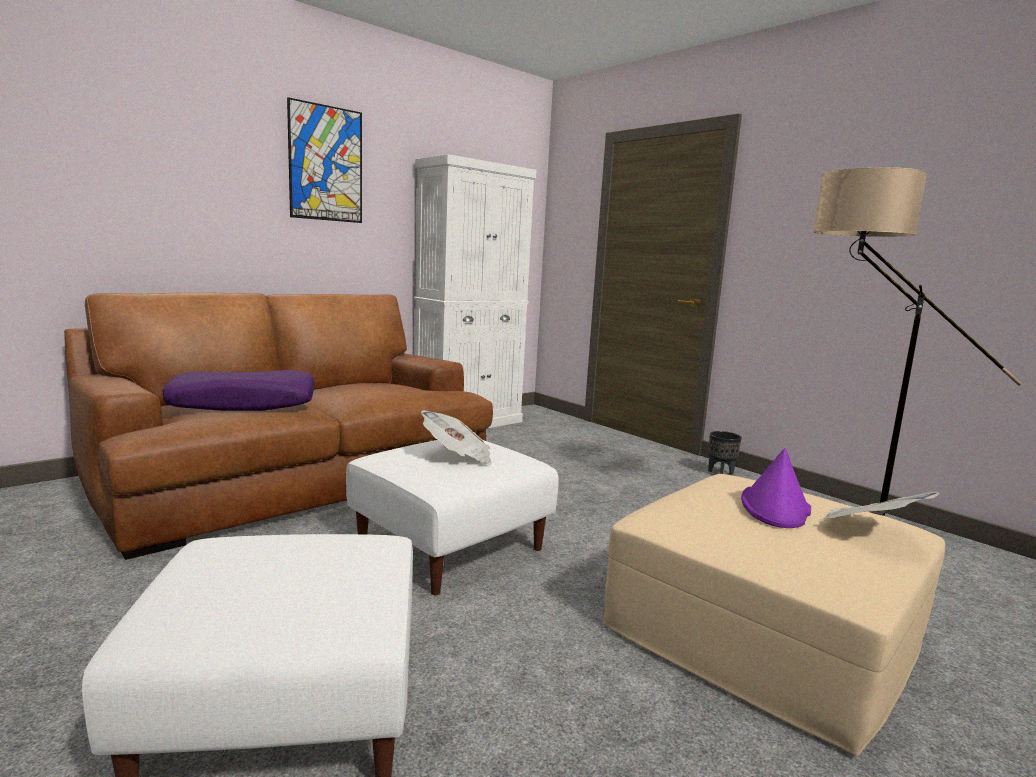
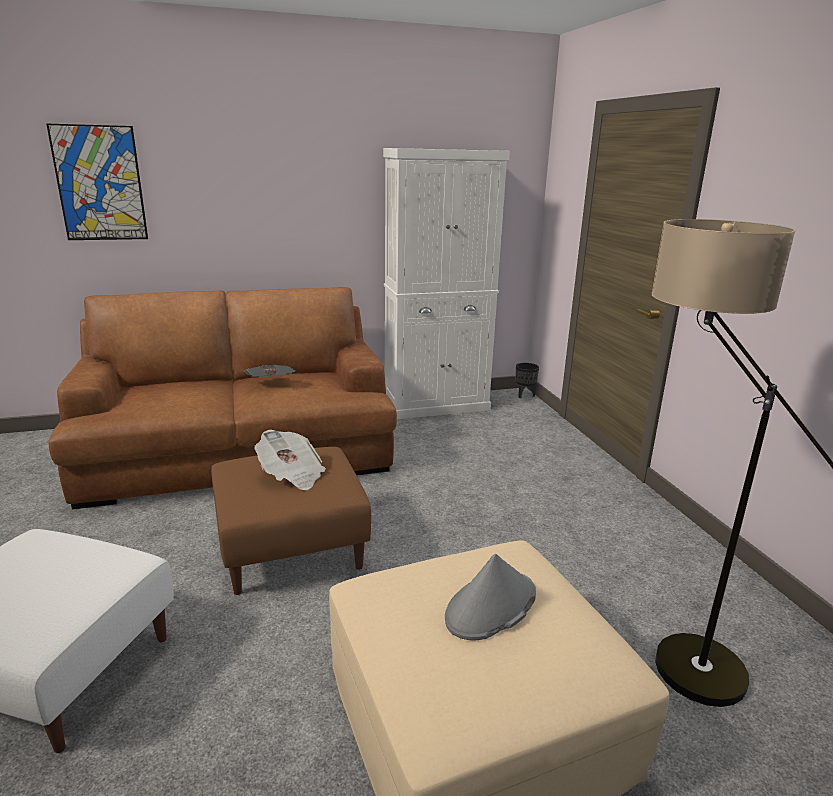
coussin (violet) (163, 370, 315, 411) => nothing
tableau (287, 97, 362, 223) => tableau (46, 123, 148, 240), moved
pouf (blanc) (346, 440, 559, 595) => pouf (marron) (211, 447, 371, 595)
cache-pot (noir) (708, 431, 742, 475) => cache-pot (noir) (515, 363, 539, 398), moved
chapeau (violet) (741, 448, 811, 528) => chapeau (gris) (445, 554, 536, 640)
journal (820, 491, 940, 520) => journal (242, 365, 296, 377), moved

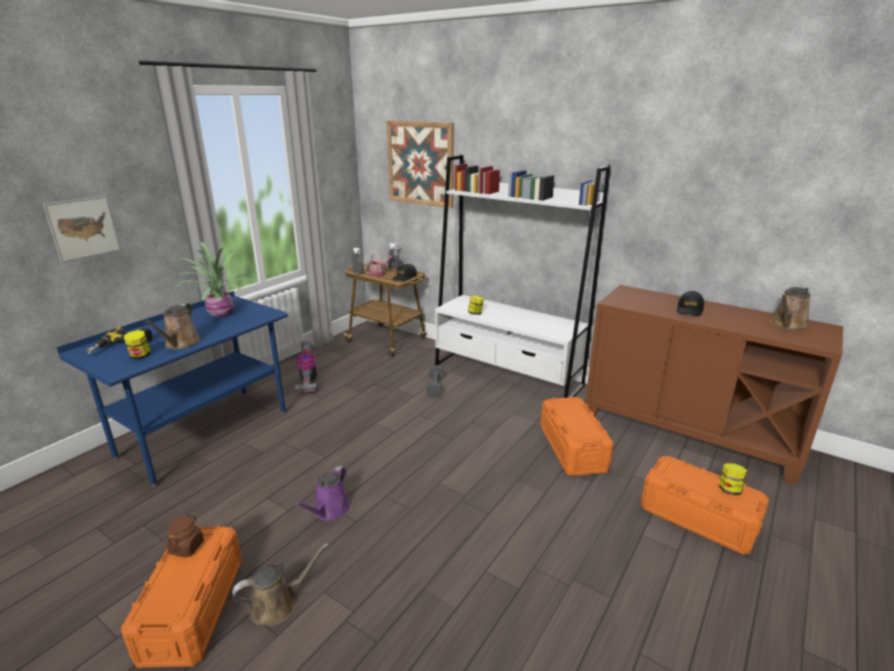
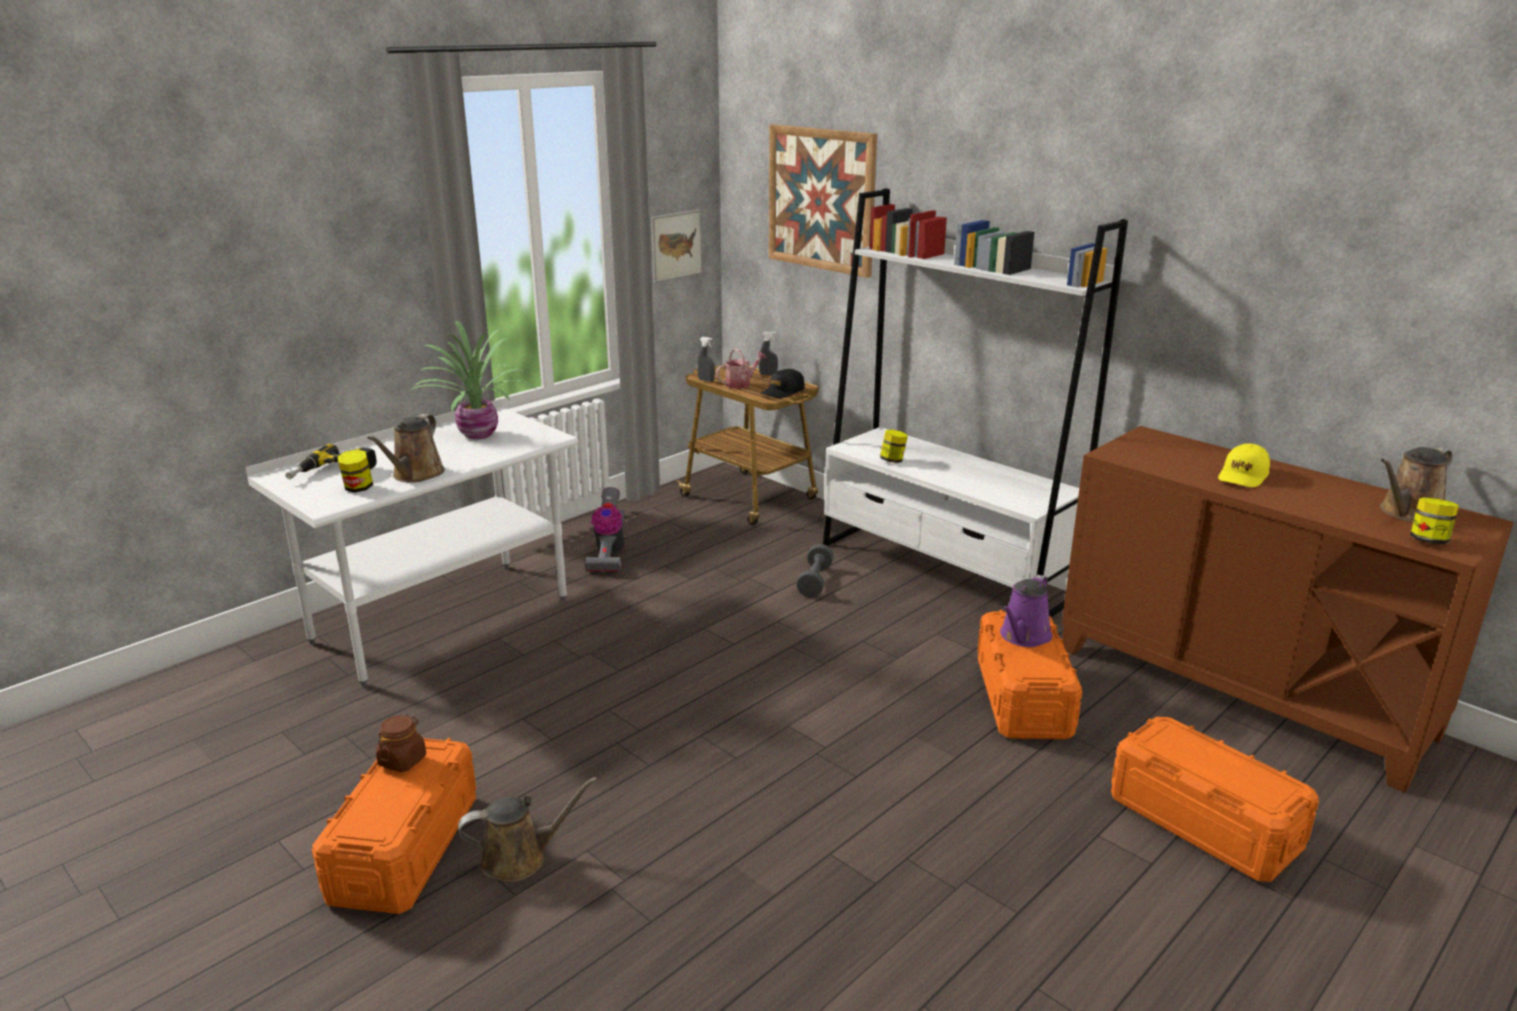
tableau (43, 195, 120, 262) => tableau (651, 210, 703, 283), moved
bureau (bleu) (56, 291, 288, 487) => bureau (blanc) (245, 399, 579, 687)
arrosoir (violet) (294, 466, 350, 521) => arrosoir (violet) (1000, 574, 1053, 647), moved
casquette (noir) (677, 291, 704, 316) => casquette (jaune) (1218, 444, 1270, 487)
bocal (719, 463, 747, 495) => bocal (1410, 497, 1459, 544), moved

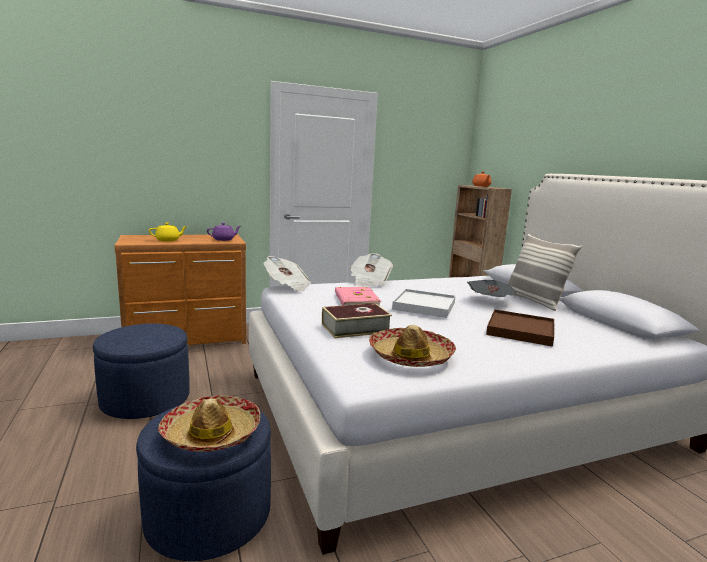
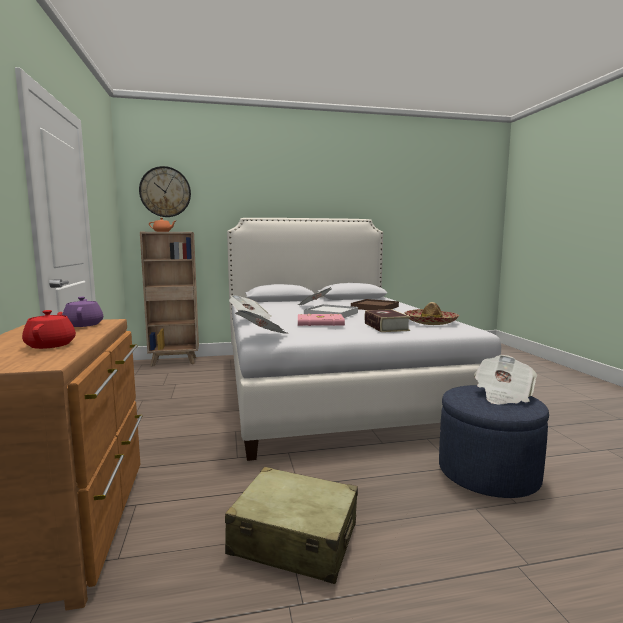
pouf (bleu) (93, 324, 190, 419) => valise (beige) (225, 467, 358, 584)
théière (jaune) (149, 223, 188, 241) => théière (rouge) (22, 310, 76, 349)
chapeau (158, 395, 260, 452) => journal (474, 355, 537, 405)
coussin (508, 234, 582, 311) => nothing
nothing => horloge murale (139, 166, 191, 217)

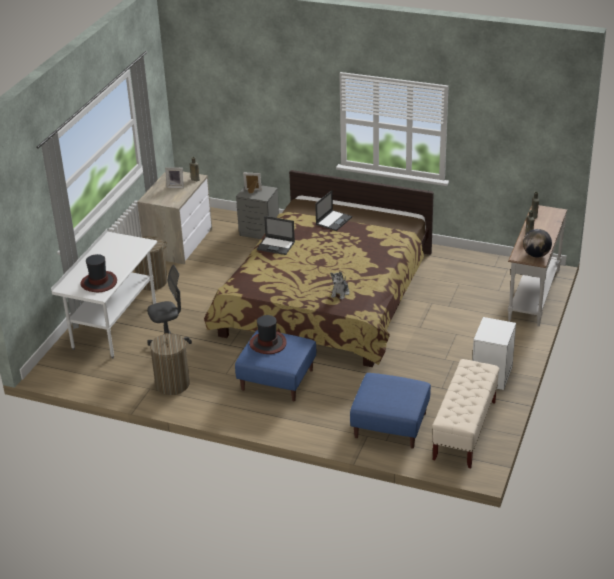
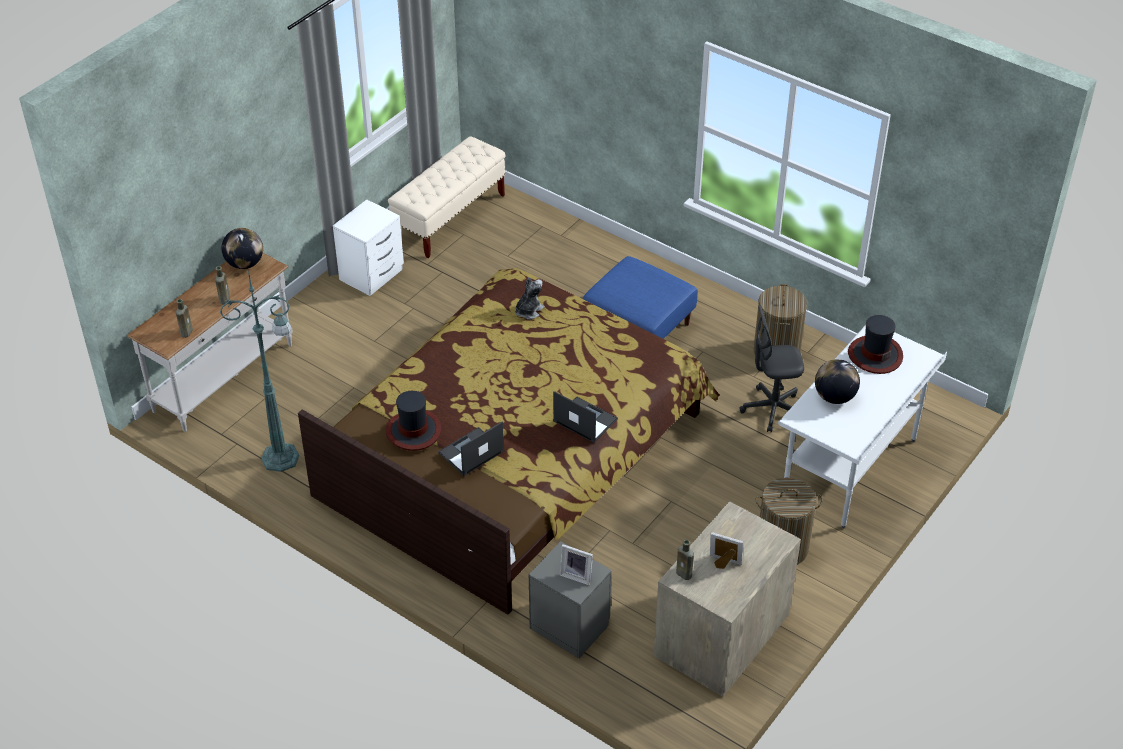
chapeau (249, 315, 287, 354) => chapeau (385, 391, 442, 451), moved
pouf (bleu) (350, 373, 431, 449) => nothing
nothing => lampadaire (vert) (220, 270, 299, 472)
nothing => globe (815, 359, 860, 404)

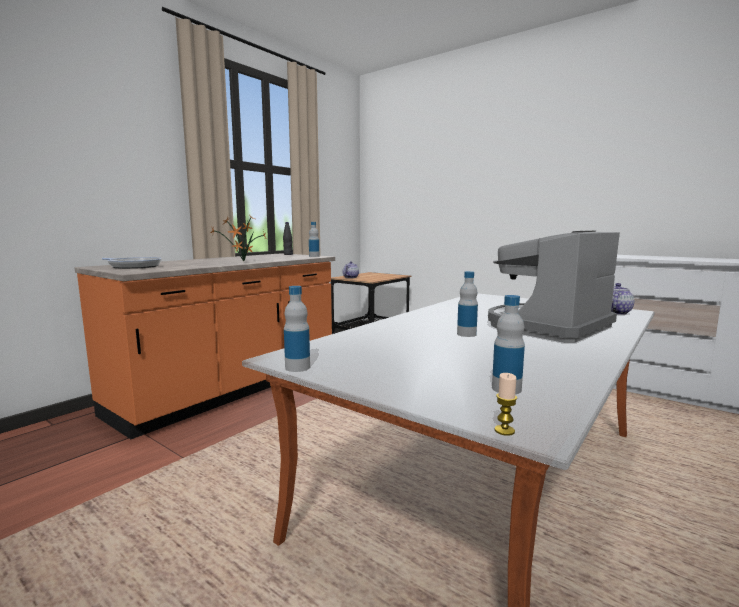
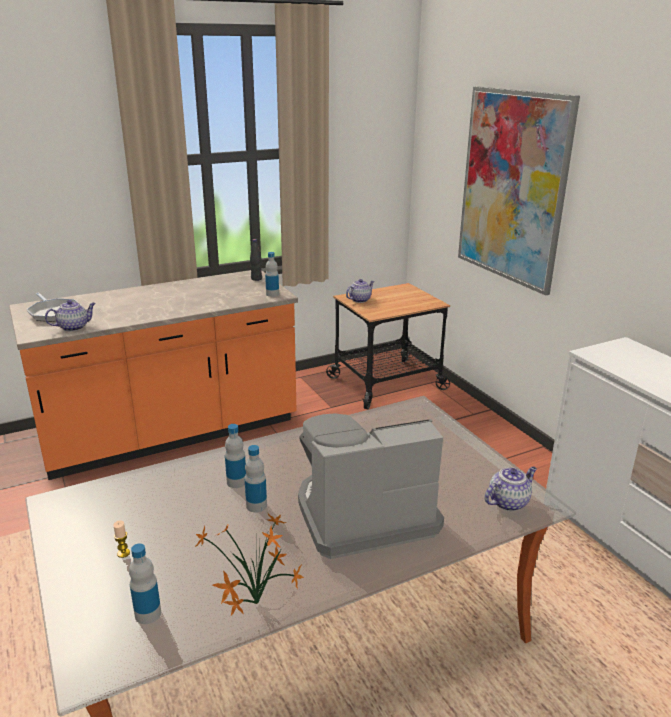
plante en pot (211, 216, 267, 261) => plante en pot (195, 512, 304, 615), moved
bouteille (284, 286, 310, 372) => bouteille (225, 424, 246, 488), moved
bougie (494, 373, 517, 436) => bougie (113, 520, 130, 558), moved
nothing => théière (45, 300, 96, 331)
nothing => tableau (458, 86, 580, 295)

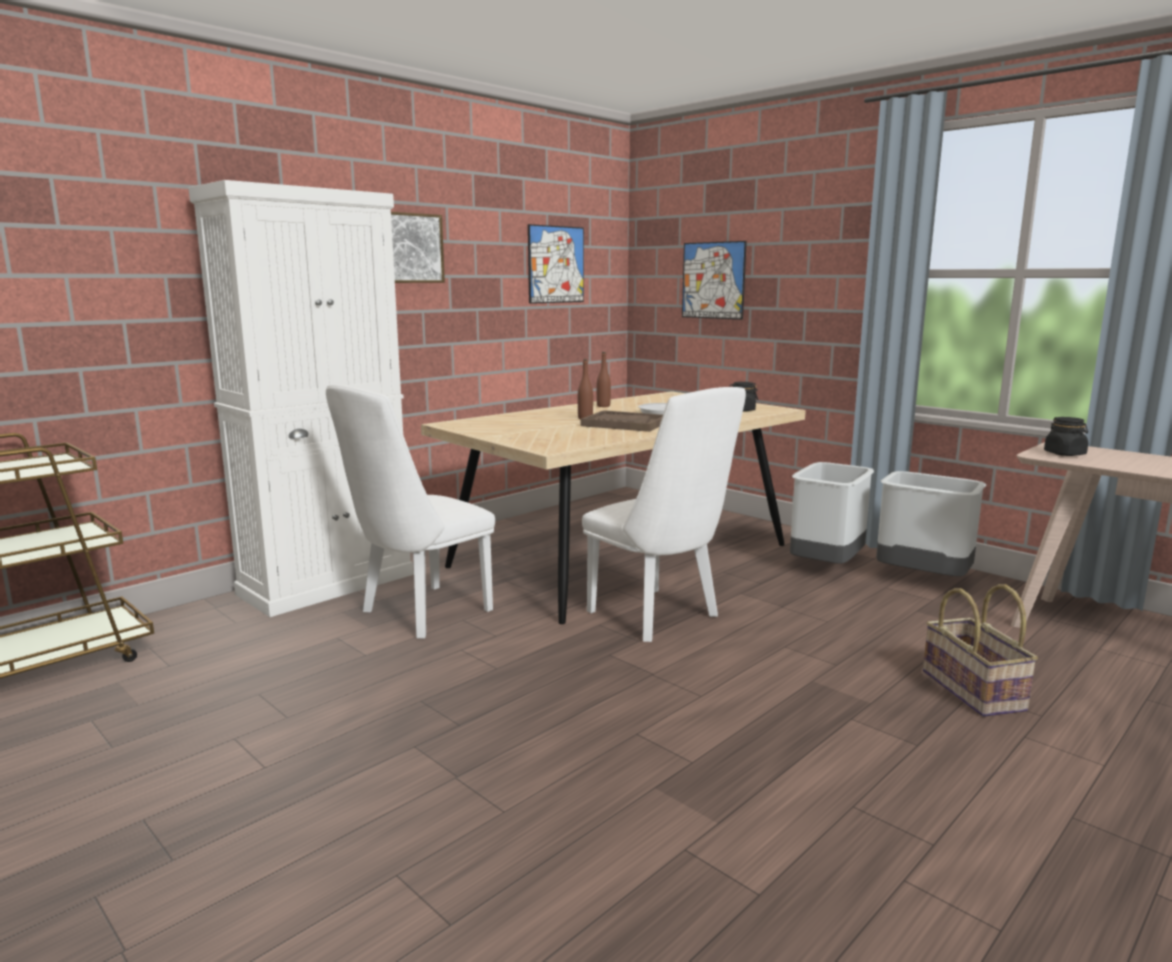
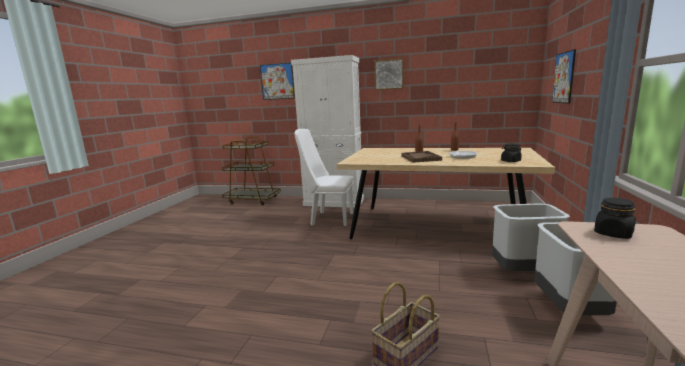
tableau (528, 224, 584, 304) => tableau (260, 63, 295, 100), moved
chaise (blanc) (582, 387, 746, 642) => nothing

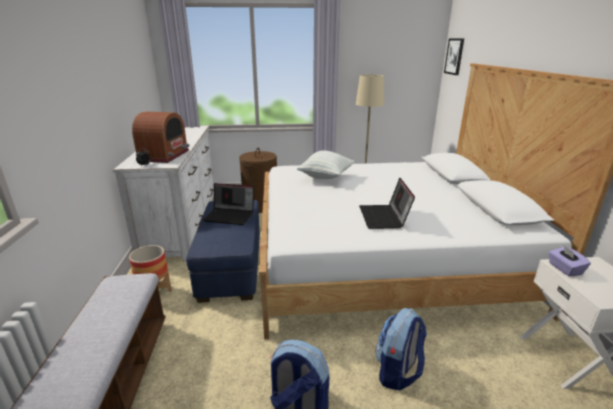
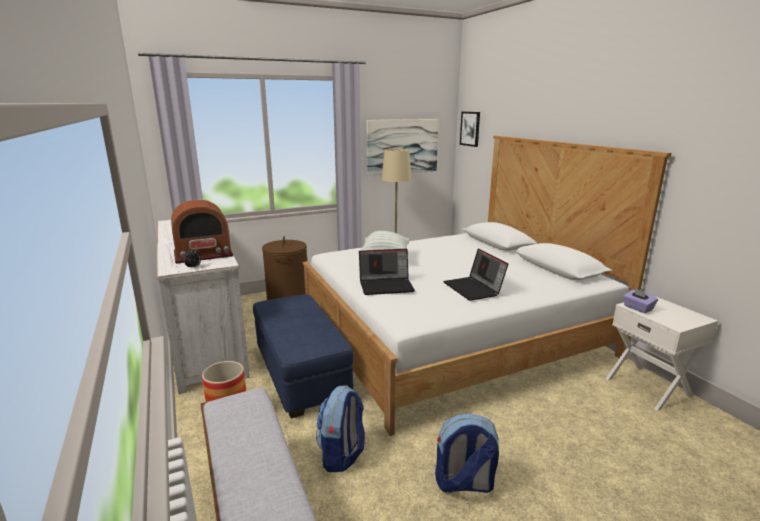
radio (132, 112, 189, 163) => radio (171, 200, 233, 264), 75 degrees clockwise
ordinateur portable (203, 183, 254, 225) => ordinateur portable (359, 249, 415, 295), moved
sac à dos (375, 308, 427, 390) => sac à dos (316, 385, 365, 472), moved
nothing => tableau (367, 119, 439, 176)

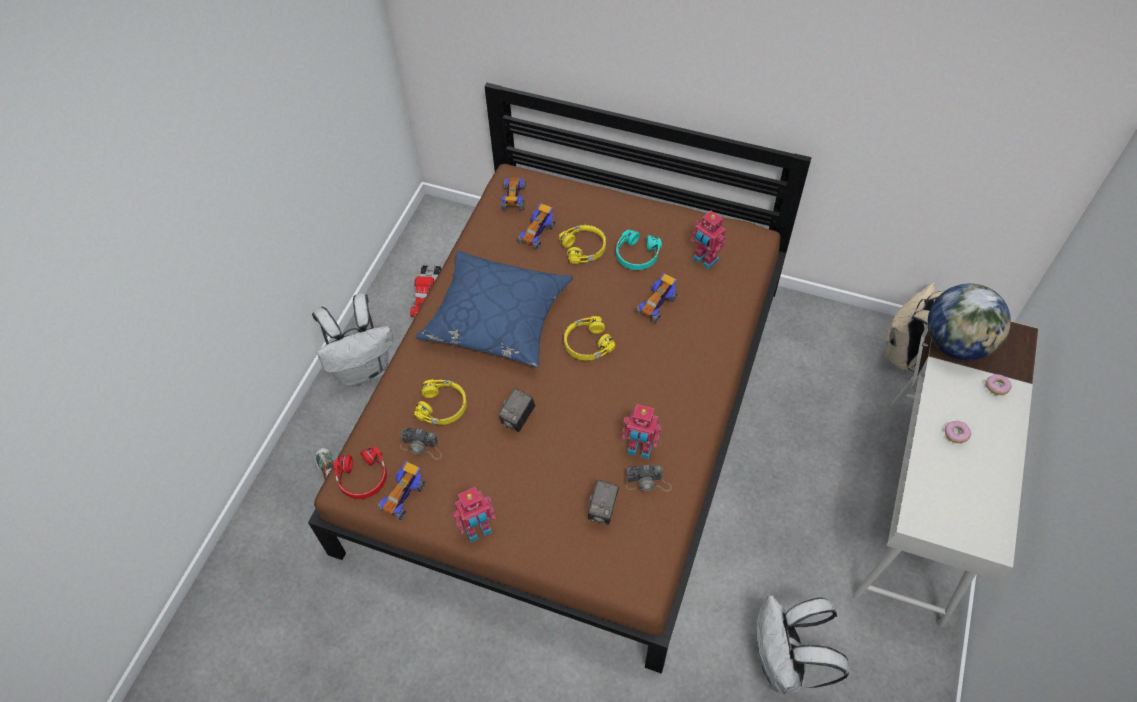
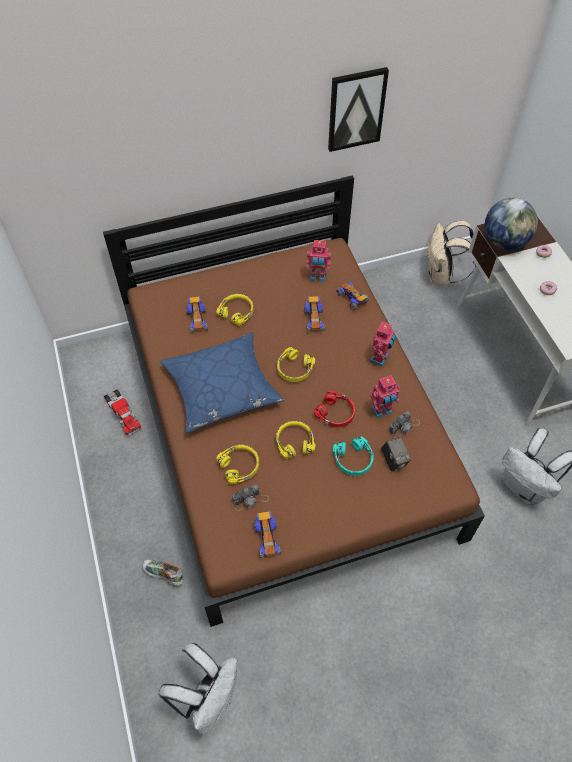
sac à dos (blanc) (312, 293, 393, 387) => sac à dos (blanc) (158, 643, 237, 735), moved
casque audio (rouge) (333, 446, 387, 499) => casque audio (rouge) (314, 391, 355, 427), moved
robot jouet (452, 487, 496, 542) => robot jouet (370, 321, 396, 366), moved
appareil photo (499, 388, 535, 432) => casque audio (jaune) (276, 421, 316, 459)
petite voiture (501, 178, 525, 210) => petite voiture (336, 282, 369, 310), moved
casque audio (turquoise) (616, 230, 662, 270) => casque audio (turquoise) (333, 437, 374, 476), moved
nothing => tableau (328, 67, 389, 152)

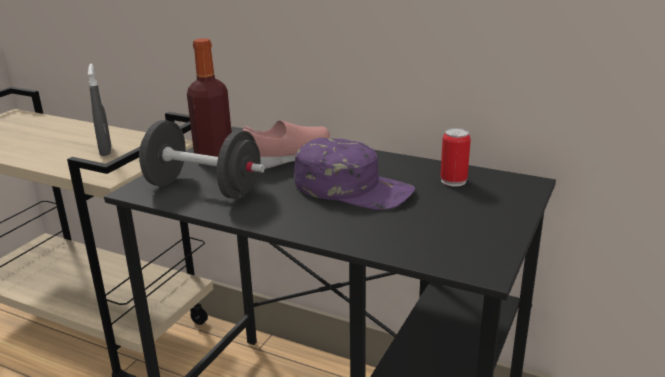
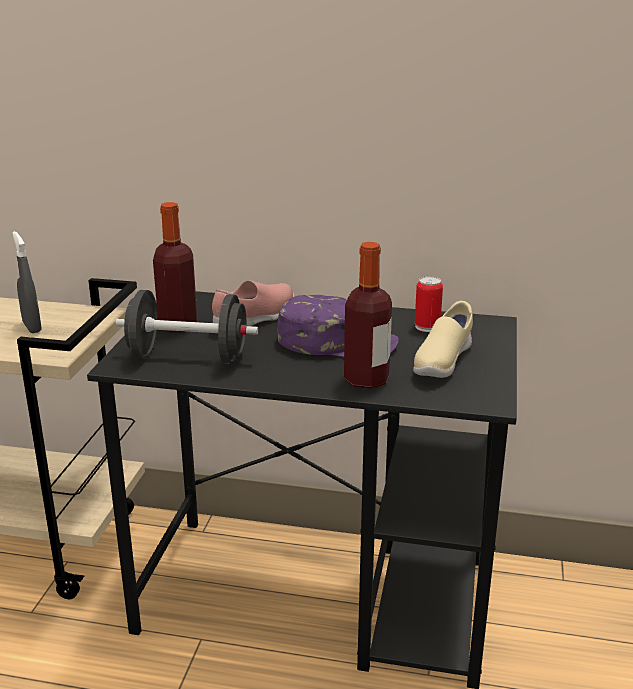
nothing => bouteille (344, 242, 392, 389)
nothing => chaussure (beige) (413, 301, 473, 378)

